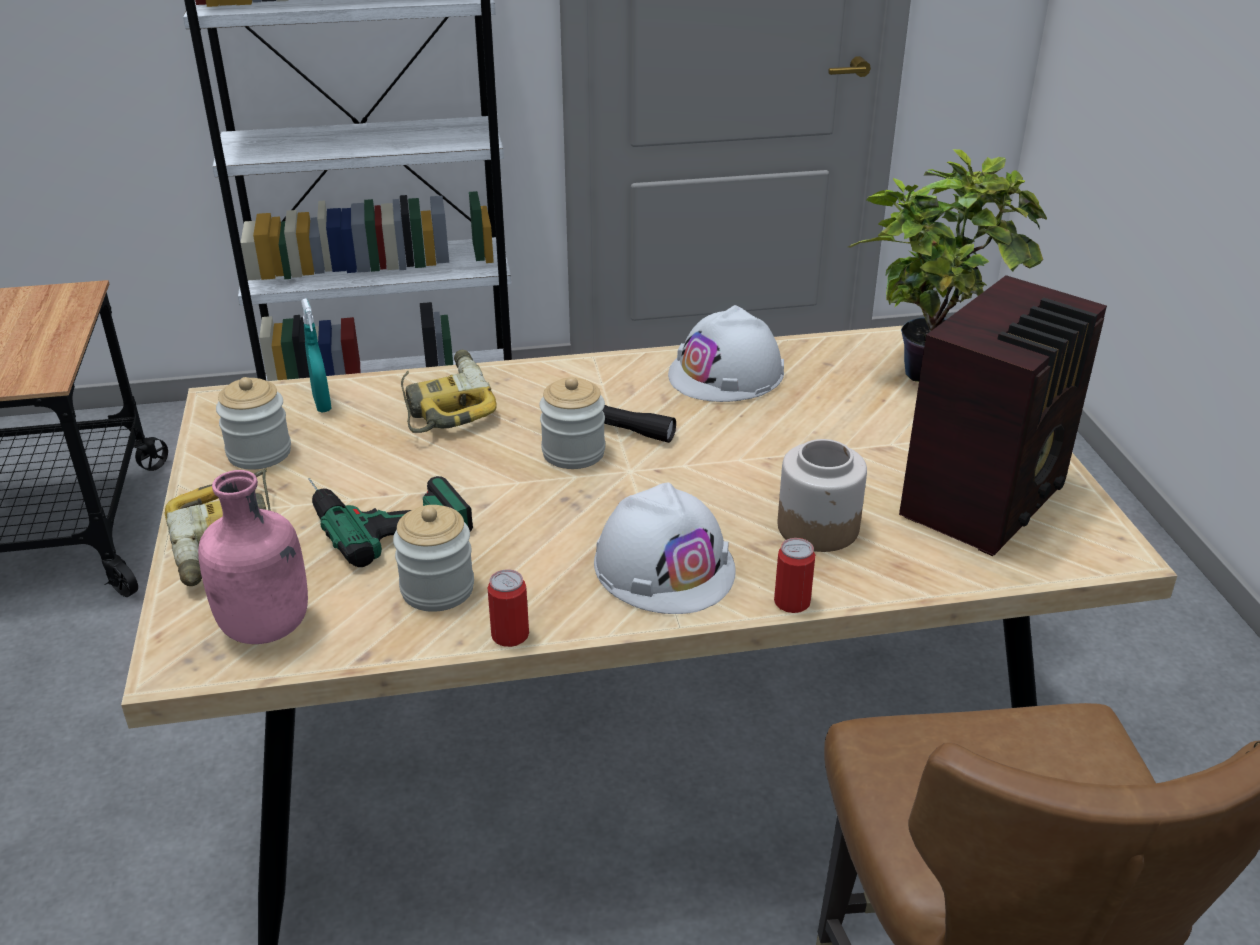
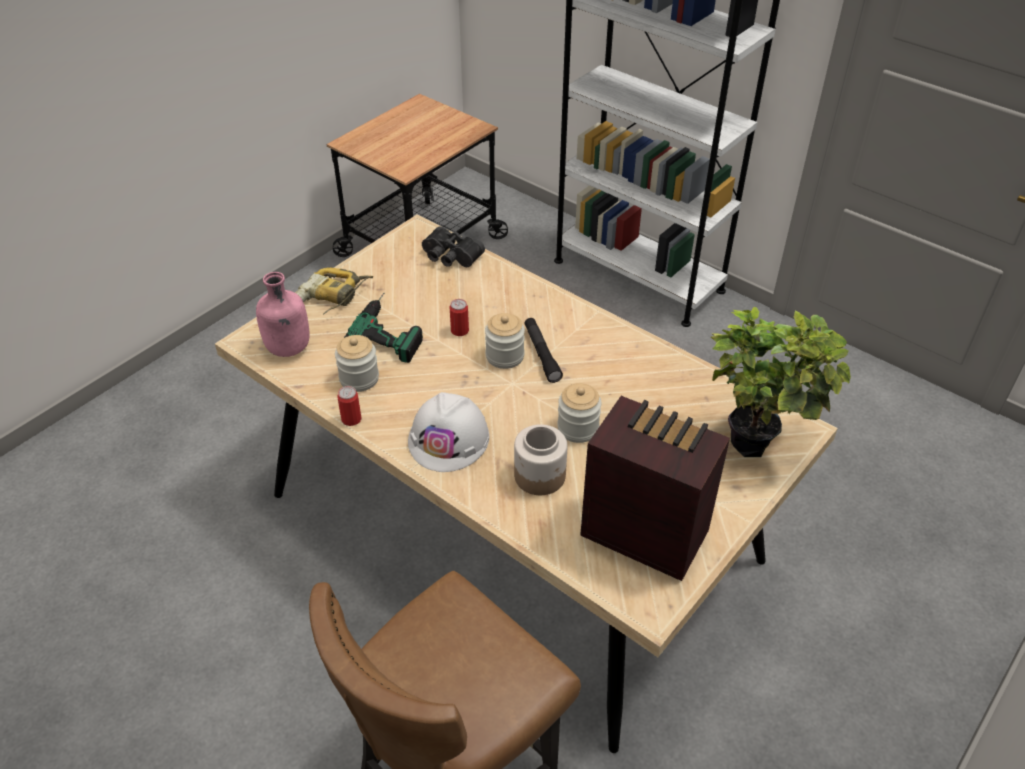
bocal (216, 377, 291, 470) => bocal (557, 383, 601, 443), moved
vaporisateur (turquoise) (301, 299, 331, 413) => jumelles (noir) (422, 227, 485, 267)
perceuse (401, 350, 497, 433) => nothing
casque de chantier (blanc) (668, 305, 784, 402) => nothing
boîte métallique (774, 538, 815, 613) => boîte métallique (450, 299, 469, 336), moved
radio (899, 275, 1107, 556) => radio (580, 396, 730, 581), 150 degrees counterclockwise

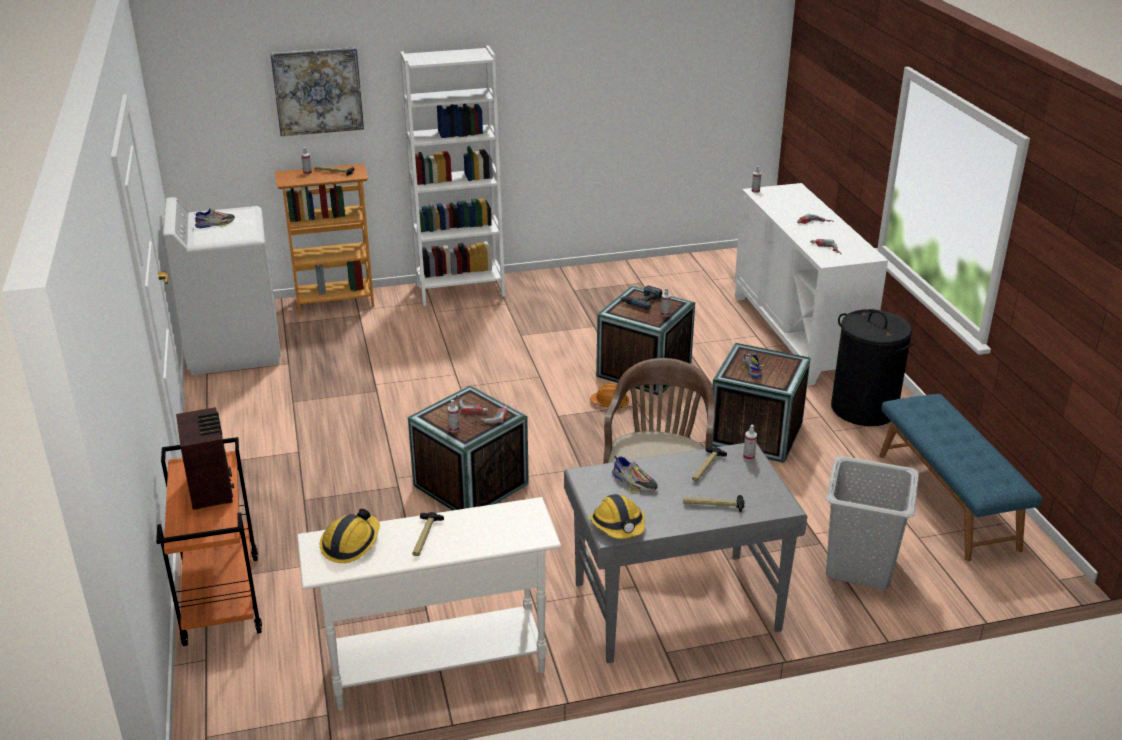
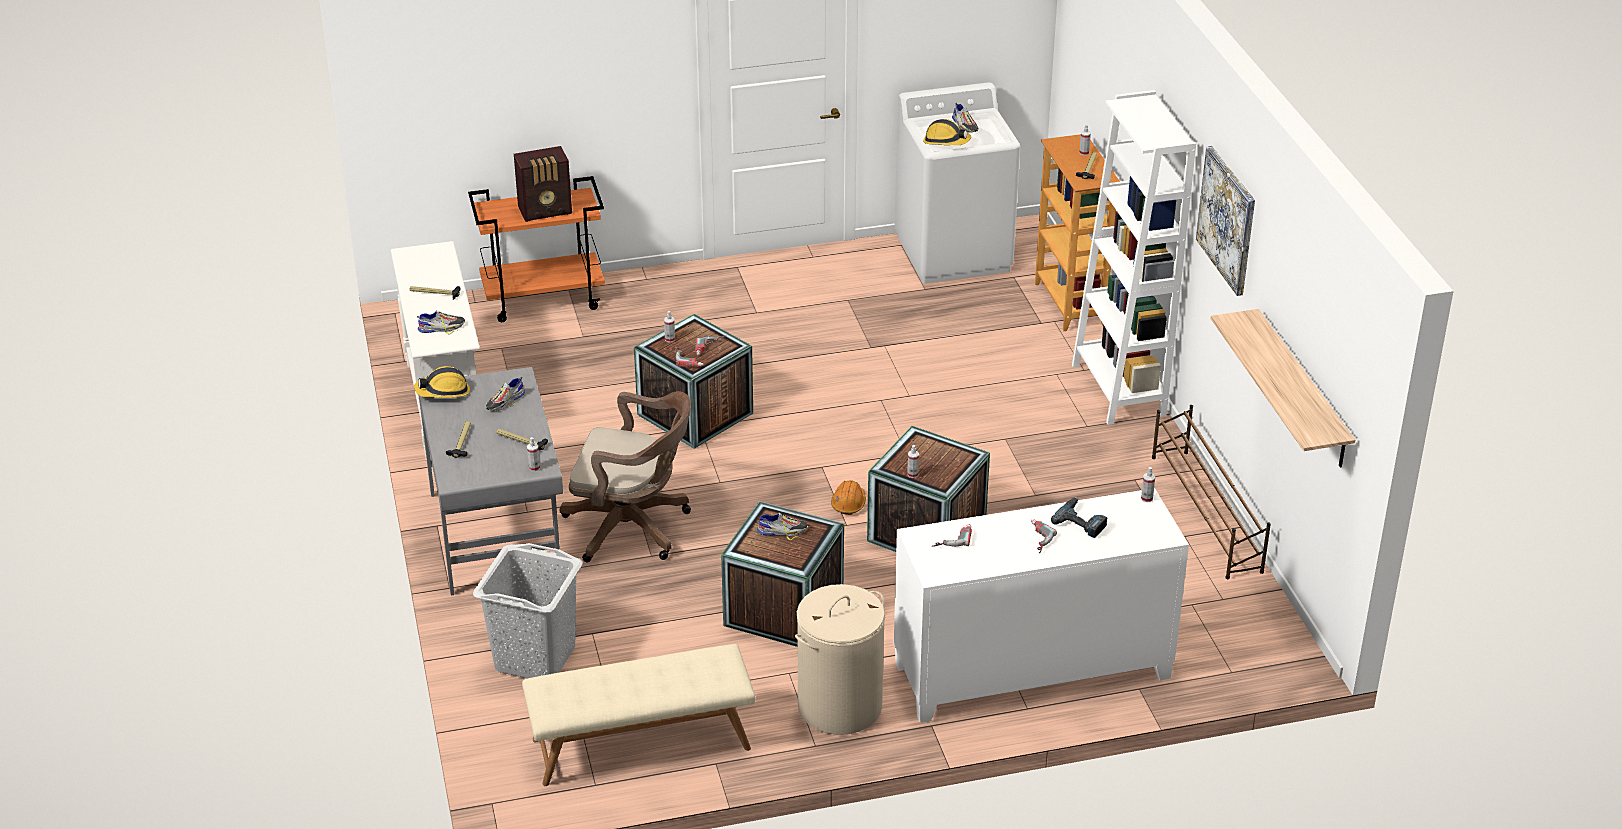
tableau (270, 47, 364, 136) => tableau (1196, 146, 1255, 296), moved
casque de chantier (320, 509, 380, 563) => casque de chantier (923, 119, 971, 145), moved
perceuse (620, 285, 662, 310) => perceuse (1051, 497, 1108, 538), moved
panier à linge (noir) (831, 309, 914, 426) => panier à linge (beige) (795, 584, 885, 735)
banc (bleu) (879, 394, 1042, 561) => banc (beige) (522, 644, 756, 786)
nothing => chaussure (417, 310, 465, 334)
nothing => étagère à chaussures (marron) (1152, 405, 1271, 579)
nothing => étagère (1211, 309, 1355, 468)

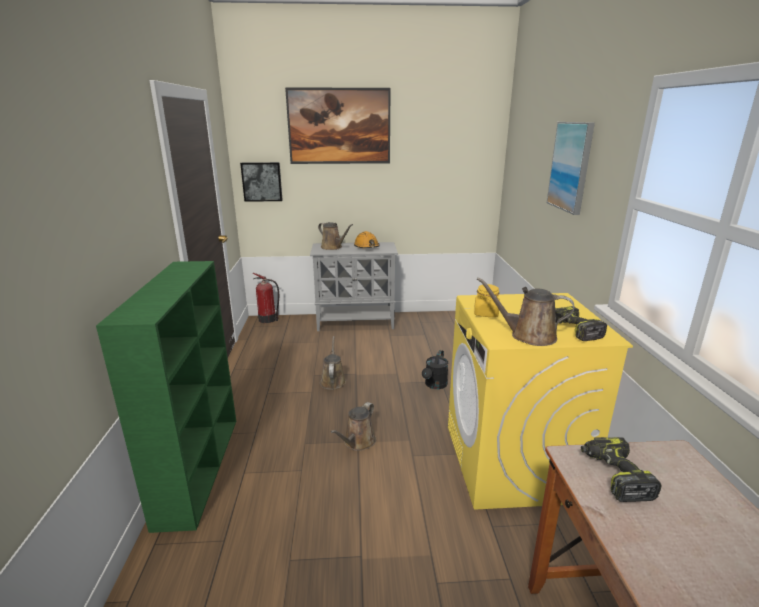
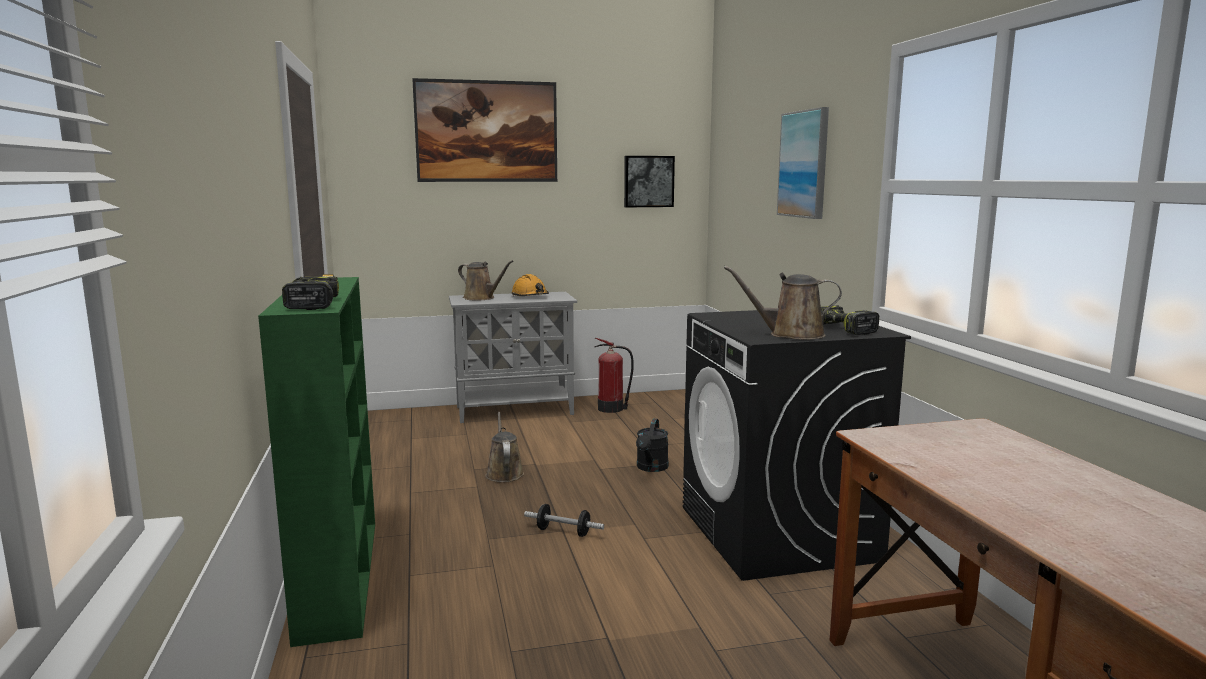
tableau (240, 162, 282, 202) => tableau (624, 156, 675, 207), moved
extincteur (253, 273, 279, 323) => extincteur (594, 338, 634, 413), moved
arrosoir (marron) (331, 402, 376, 451) => haltère (524, 504, 604, 537)
lave-linge (jaune) (448, 293, 633, 509) => lave-linge (noir) (683, 310, 911, 581)
bocal (jaune) (474, 284, 500, 317) => nothing
perceuse (581, 437, 662, 502) => perceuse (282, 276, 339, 310), moved

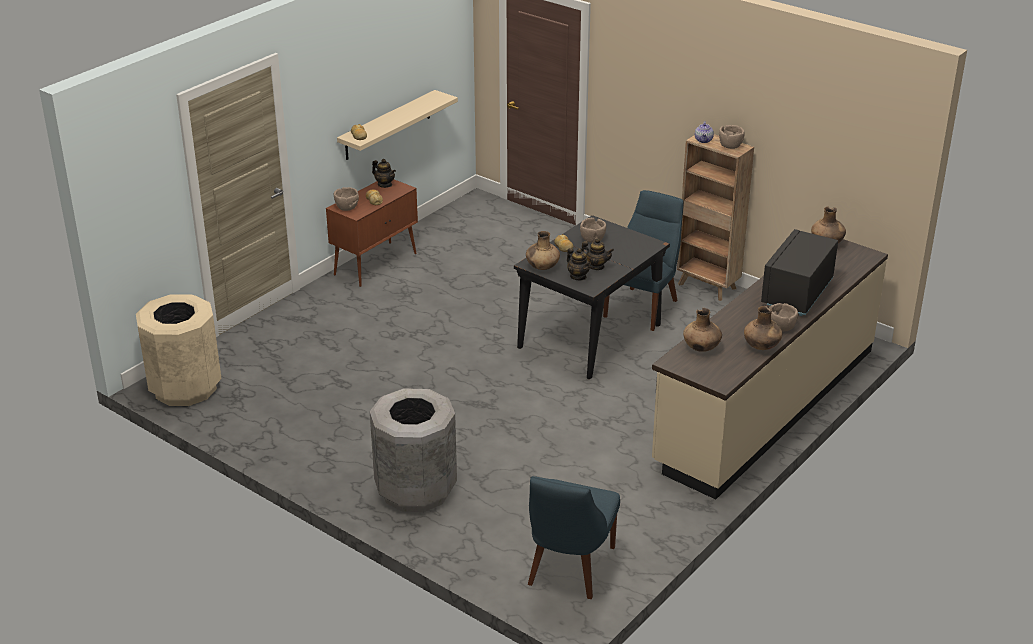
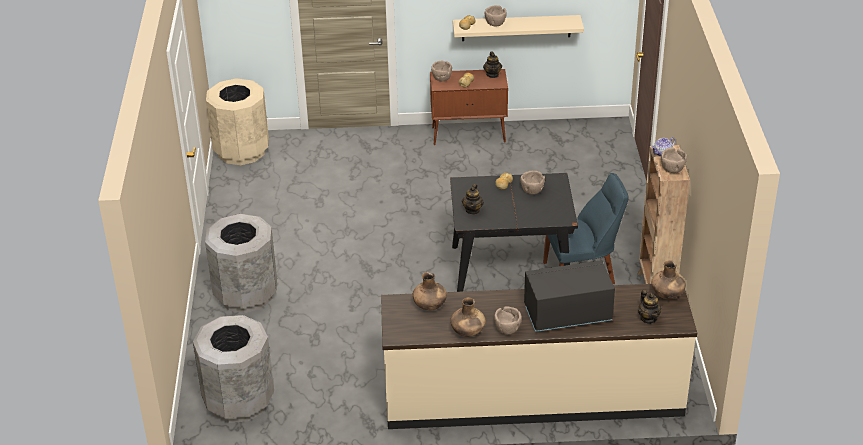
vase (marron) (526, 231, 560, 270) => nothing
chaise (bleu) (528, 476, 620, 599) => poubelle (gris) (193, 315, 274, 423)
théière (581, 238, 614, 270) => théière (638, 290, 662, 324), moved
nothing => bol (marron) (485, 5, 506, 26)

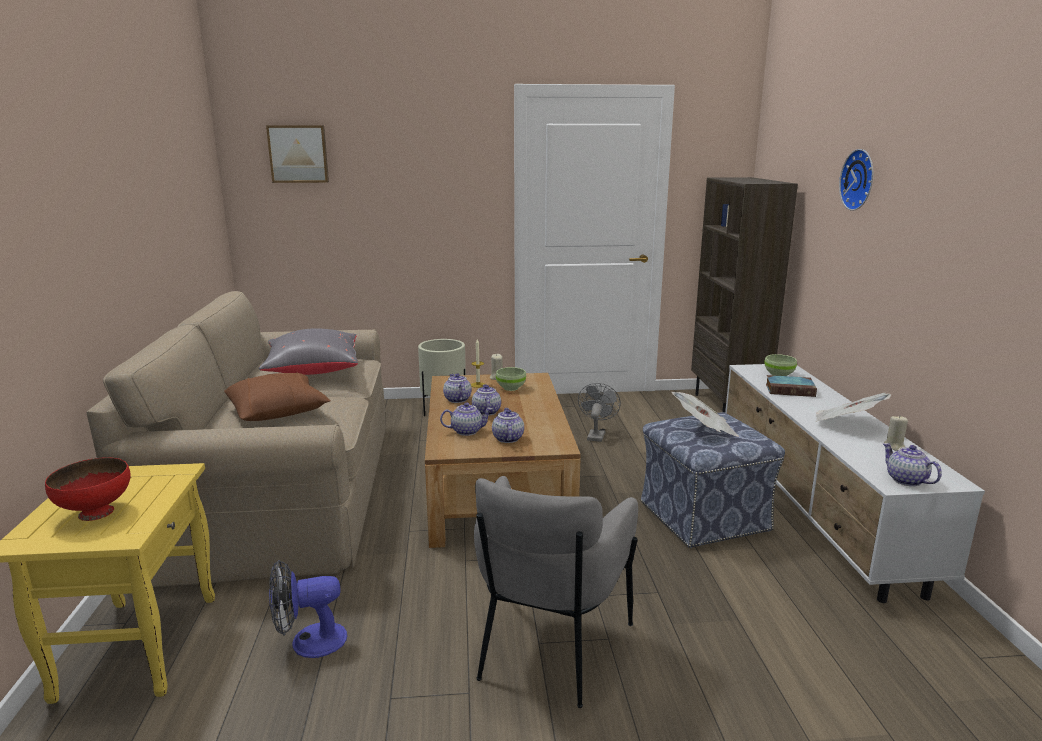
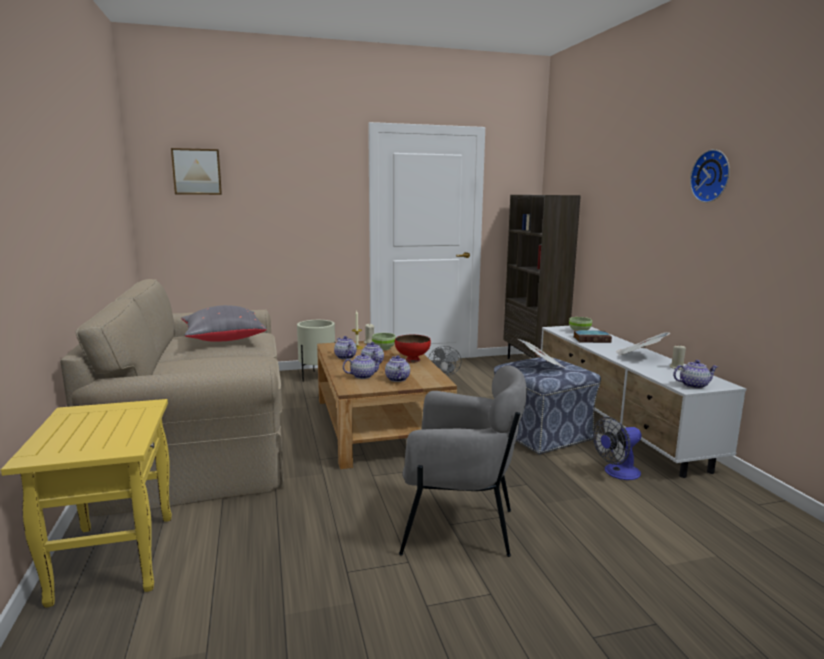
bol (rouge) (45, 457, 131, 521) => bol (rouge) (395, 335, 431, 362), moved
coussin (marron) (224, 372, 331, 421) => nothing
ventilateur (269, 560, 347, 658) => ventilateur (593, 417, 642, 480), moved
fauteuil (gris) (474, 476, 638, 708) => fauteuil (gris) (399, 365, 527, 557), 90 degrees counterclockwise
horloge murale (839, 149, 873, 211) => horloge murale (690, 149, 730, 203), moved
théière (883, 443, 942, 486) => théière (673, 360, 718, 389), 120 degrees clockwise

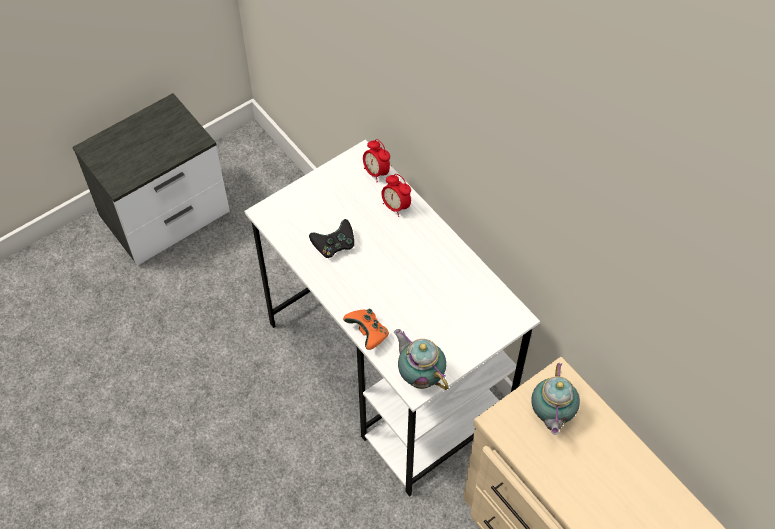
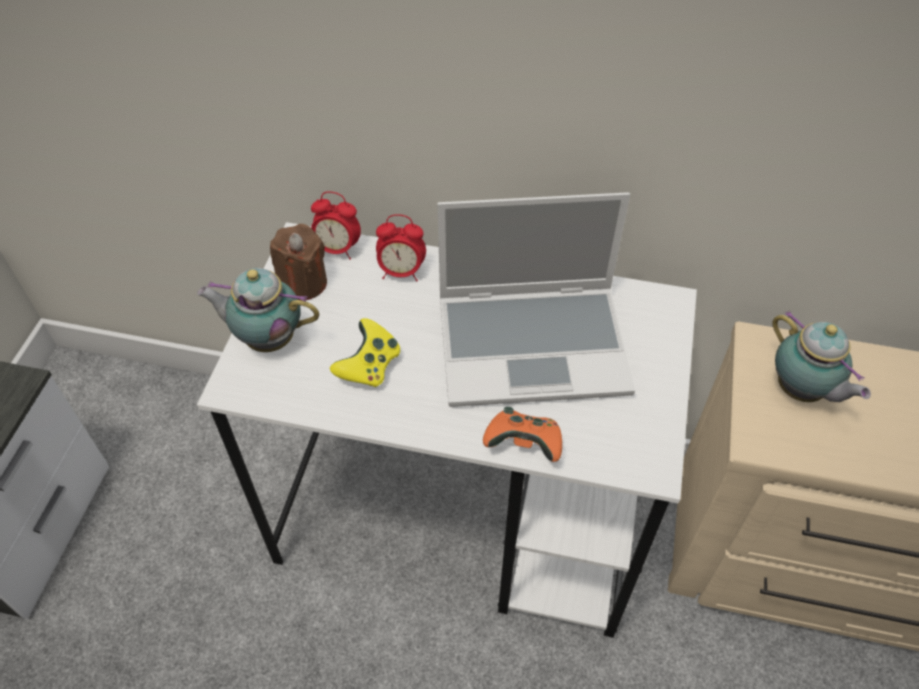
manette (noir) (309, 219, 354, 258) => manette (jaune) (330, 318, 400, 388)
théière (394, 329, 448, 390) => théière (197, 268, 319, 352), moved
nothing => bougie (marron) (270, 224, 327, 301)
nothing => ordinateur portable (438, 192, 635, 407)

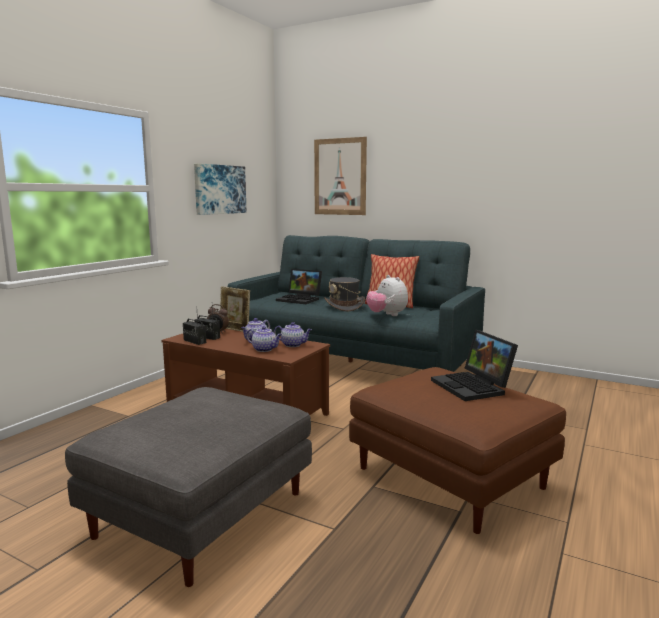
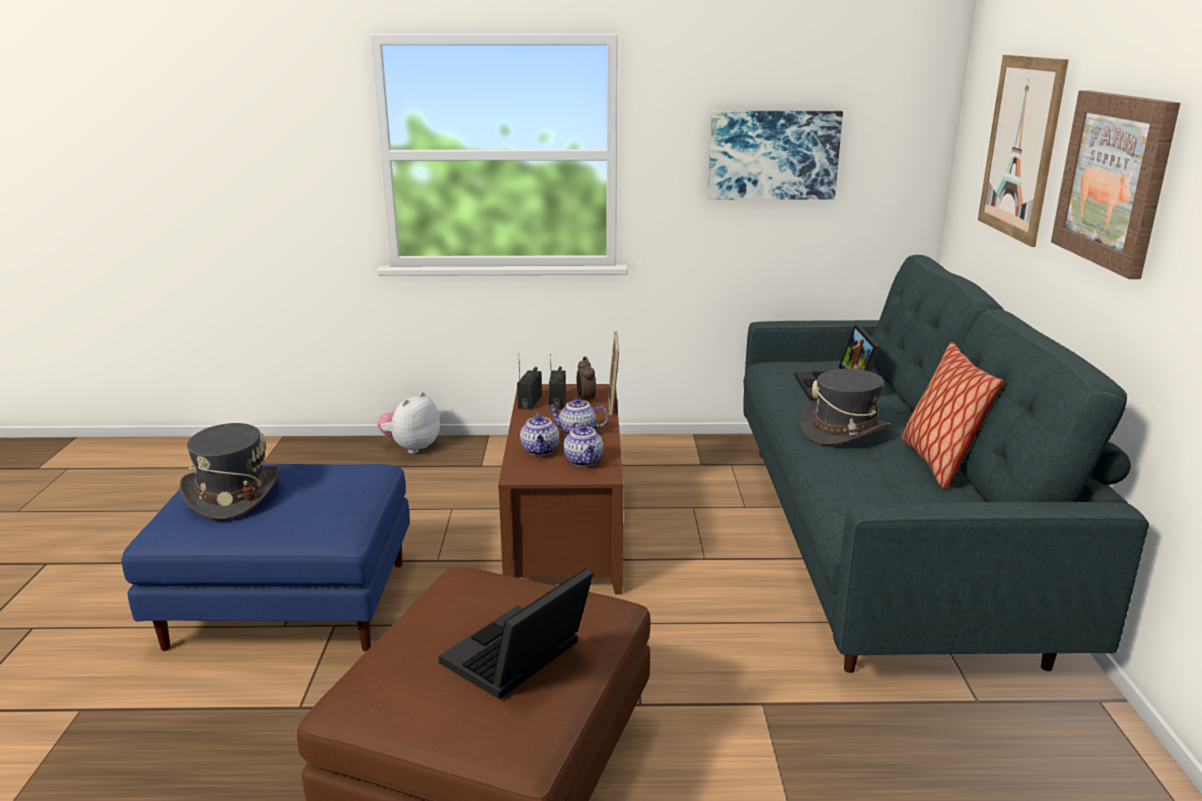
pouf (gris) (65, 387, 312, 587) => pouf (bleu) (122, 463, 410, 652)
peluche (366, 275, 408, 316) => peluche (377, 392, 440, 454), moved
nothing => chapeau (gris) (180, 423, 279, 520)
nothing => tableau (1051, 91, 1180, 279)

